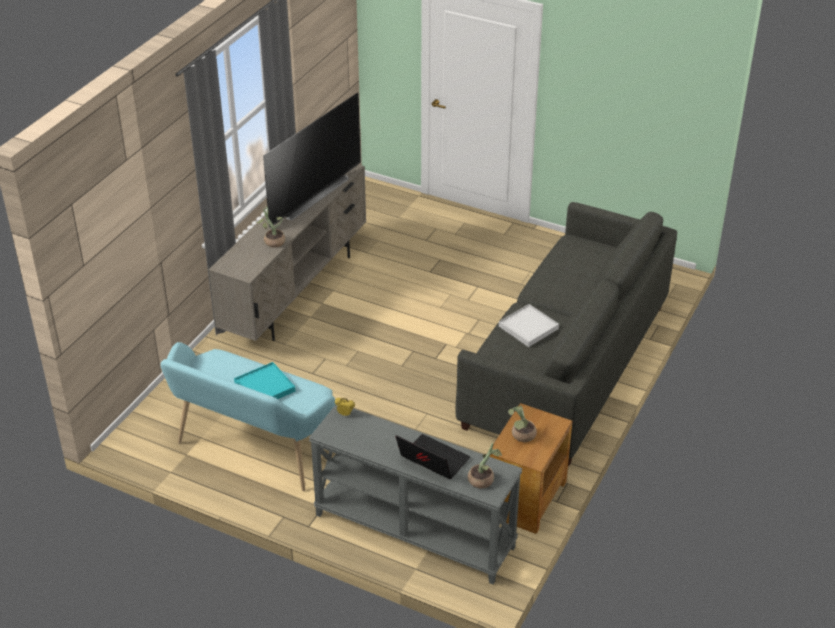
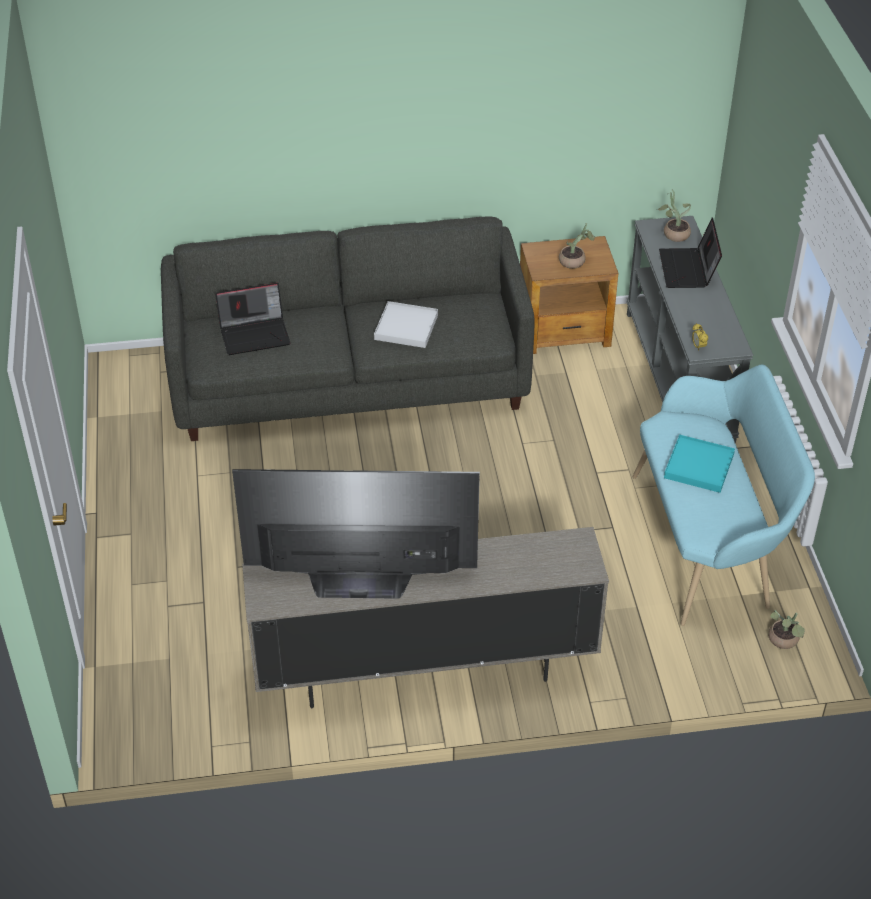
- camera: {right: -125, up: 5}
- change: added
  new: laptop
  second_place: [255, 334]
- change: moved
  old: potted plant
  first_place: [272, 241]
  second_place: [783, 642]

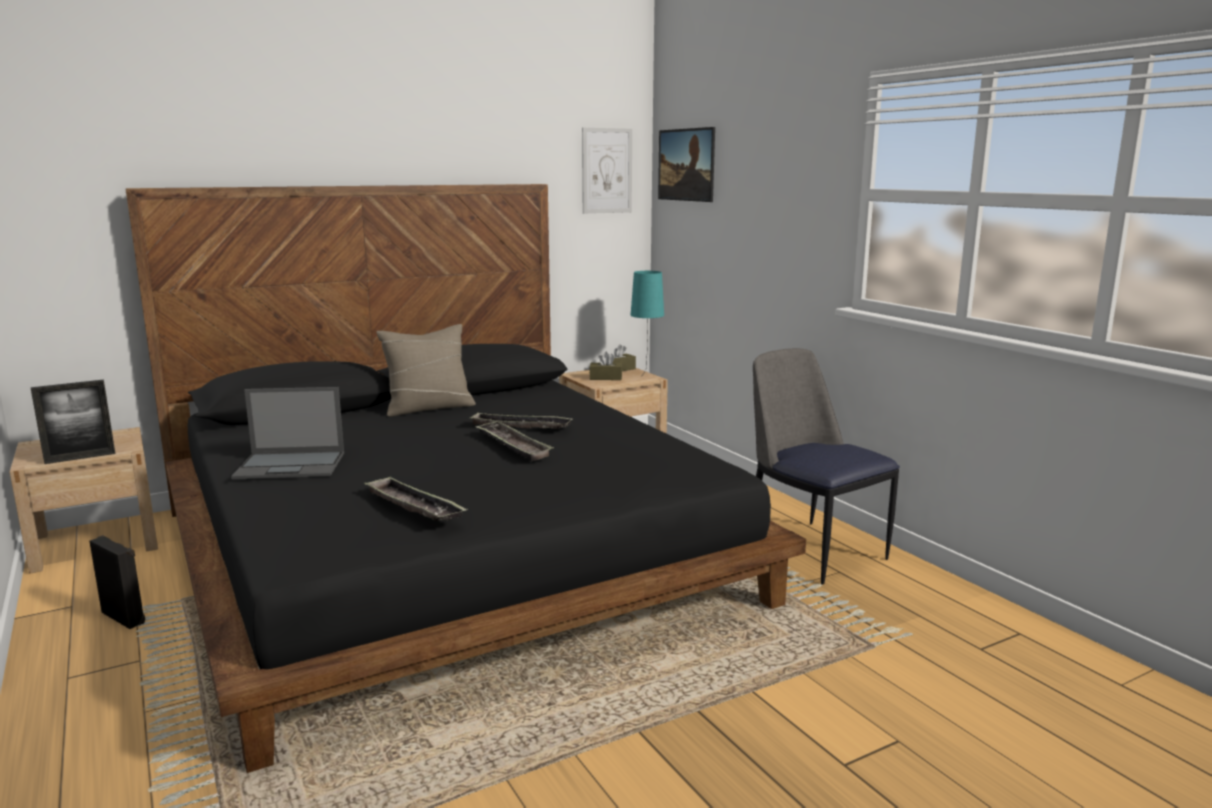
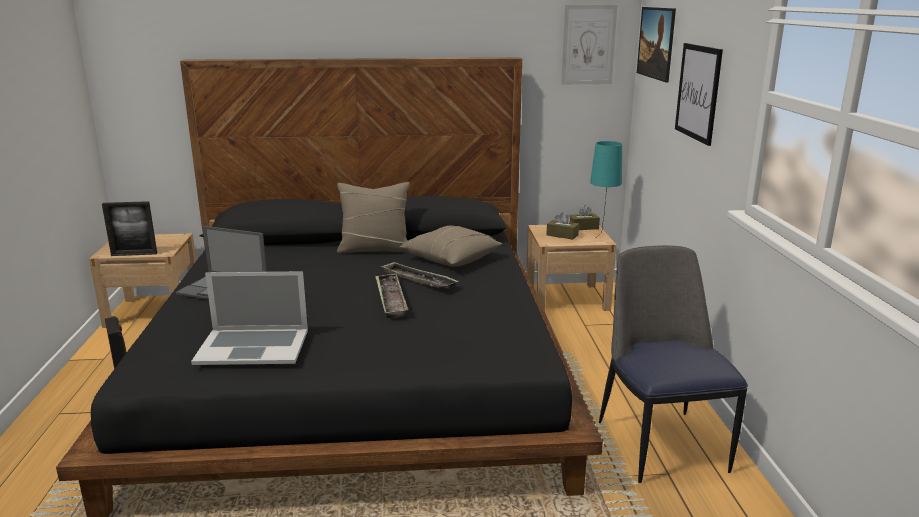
- camera: {right: 25, up: 5}
- change: replaced
  old: tray
  new: laptop
  first_place: [414, 506]
  second_place: [253, 346]
- change: added
  new: pillow (beige)
  second_place: [451, 258]
- change: added
  new: picture
  second_place: [698, 92]

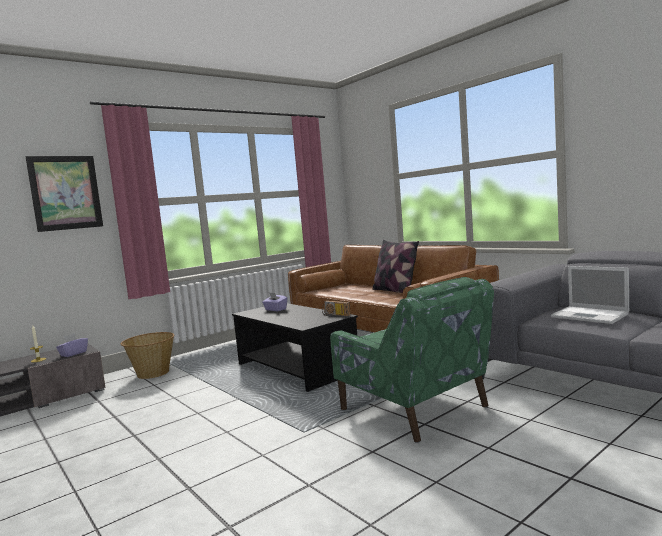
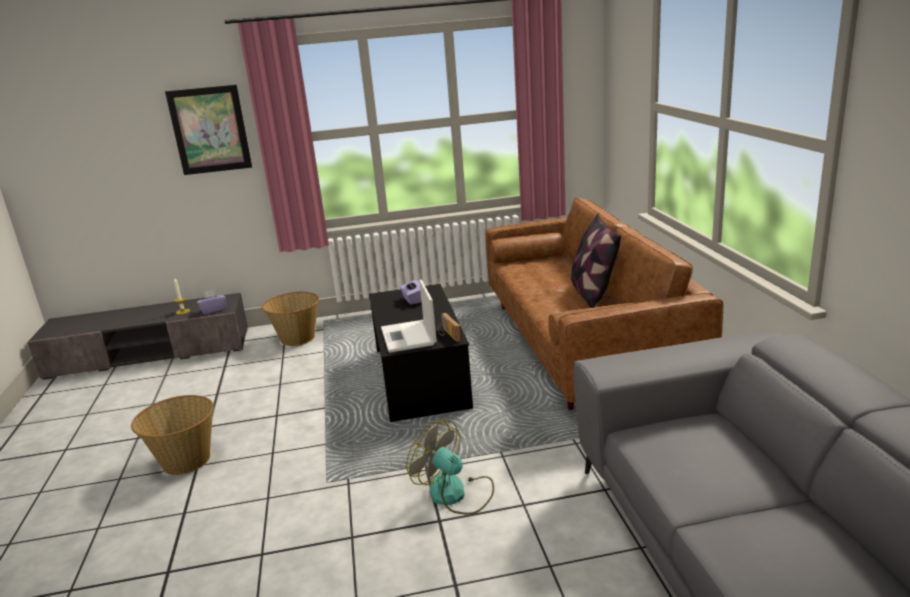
- camera: {right: 30, up: 15}
- change: added
  new: basket
  second_place: [185, 461]
- change: moved
  old: laptop
  first_place: [591, 315]
  second_place: [408, 337]
- change: replaced
  old: armchair (green)
  new: fan
  first_place: [414, 409]
  second_place: [455, 494]

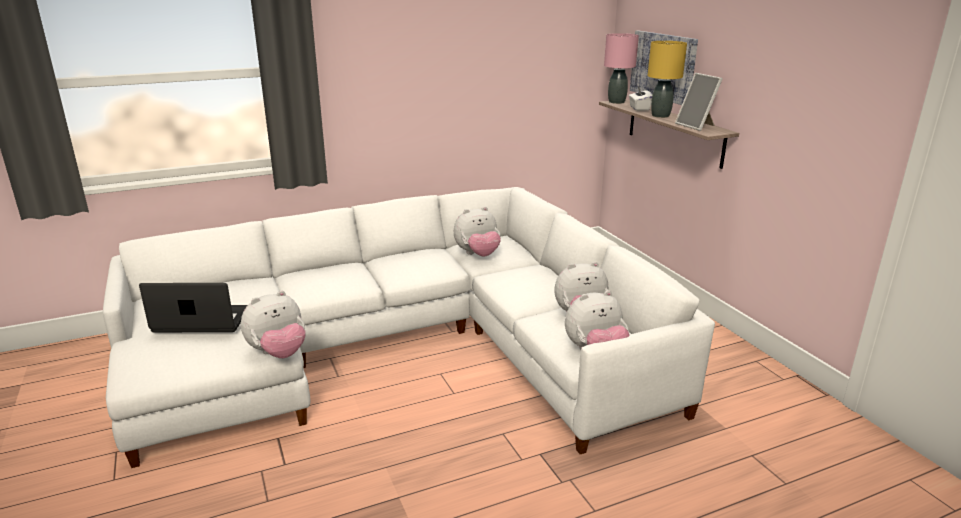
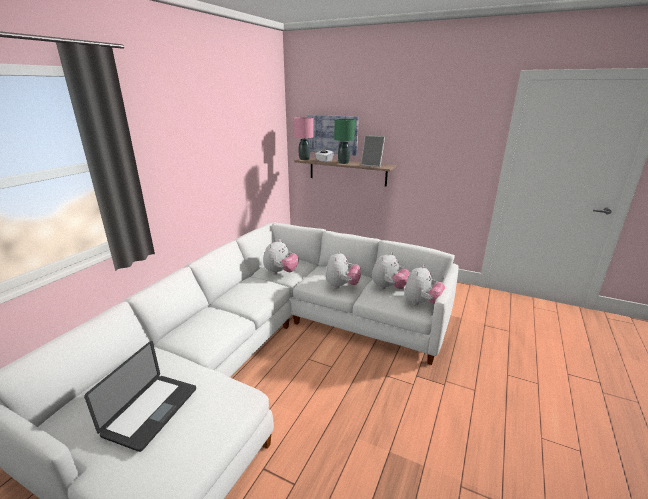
- camera: {right: -40, up: 0}
- change: turned
  old: laptop
  first_place: [201, 321]
  second_place: [151, 411]
  degrees: 150
- change: moved
  old: plush toy
  first_place: [278, 353]
  second_place: [342, 286]
- change: recoloured
  old: table lamp (yellow)
  new: table lamp (green)
  first_place: [660, 116]
  second_place: [344, 163]

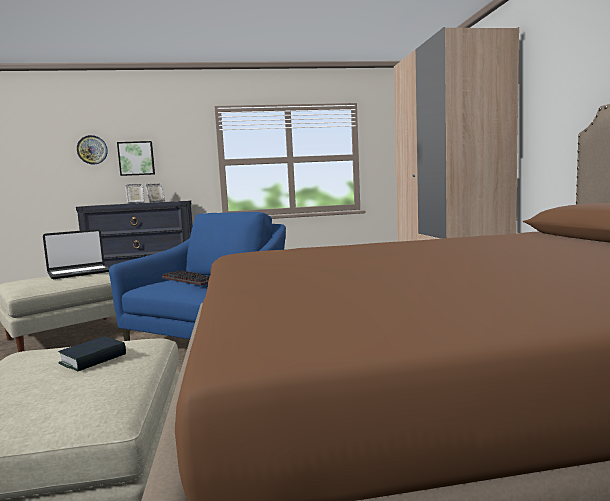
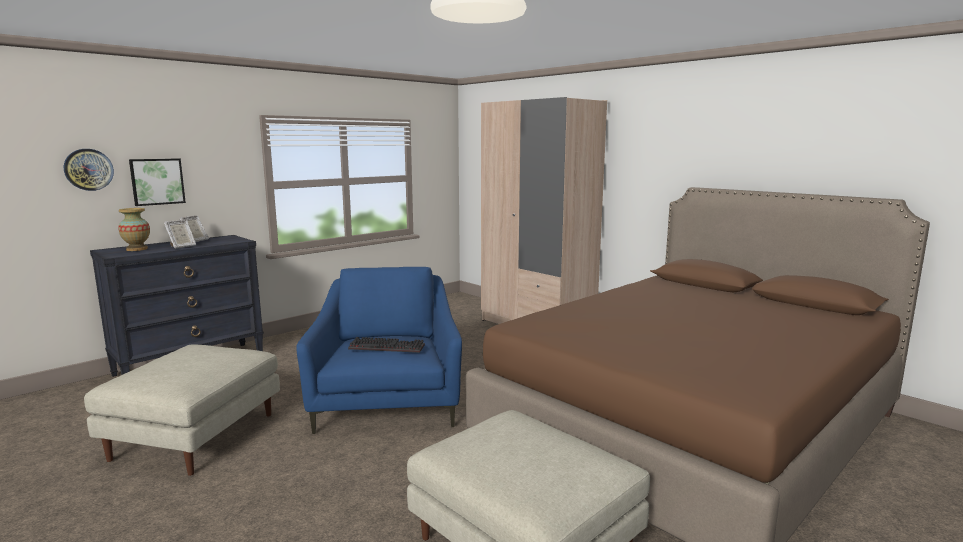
- camera: {right: -35, up: 5}
- change: added
  new: vase
  second_place: [137, 249]
- change: removed
  old: laptop
  first_place: [79, 273]
- change: removed
  old: book
  first_place: [93, 359]

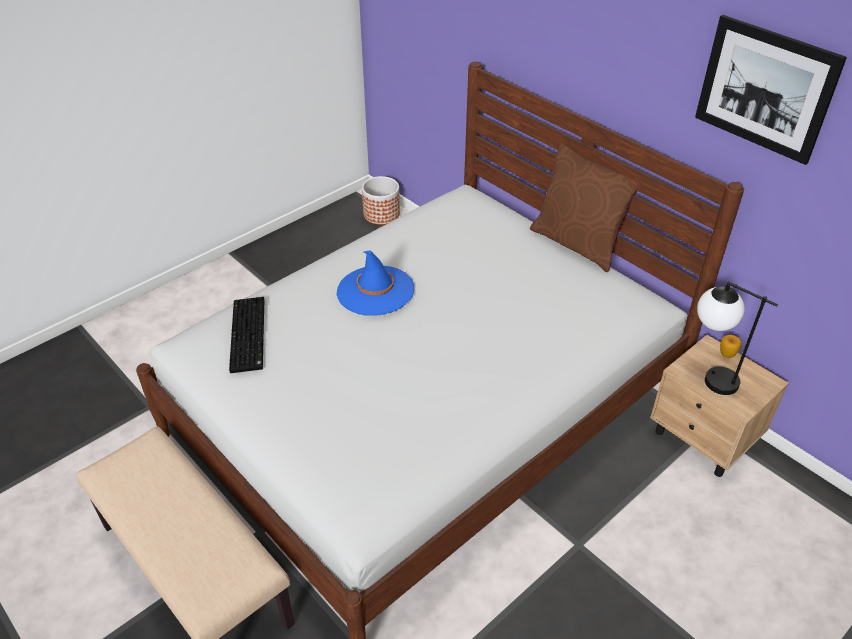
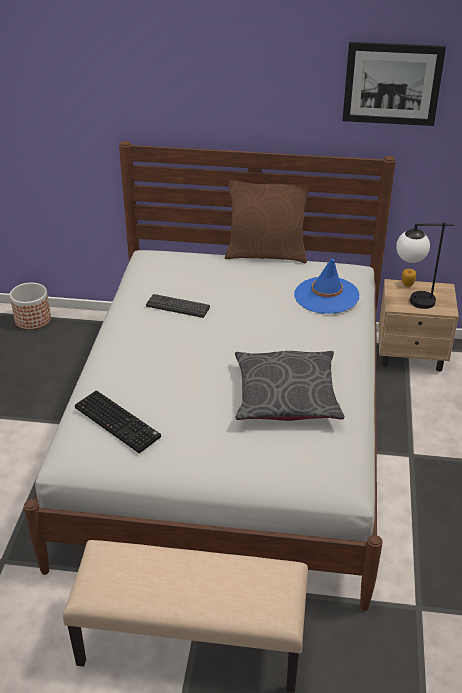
- camera: {right: -40, up: -5}
- change: added
  new: keyboard
  second_place: [177, 306]
- change: added
  new: pillow (grey)
  second_place: [286, 396]
- change: moved
  old: hat (blue)
  first_place: [375, 291]
  second_place: [326, 295]

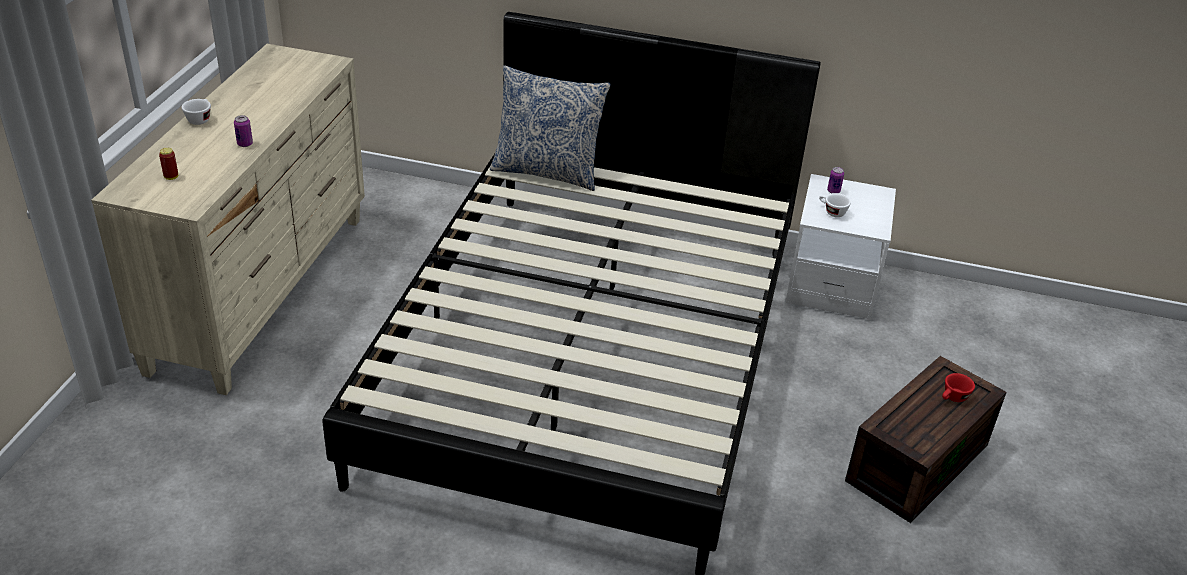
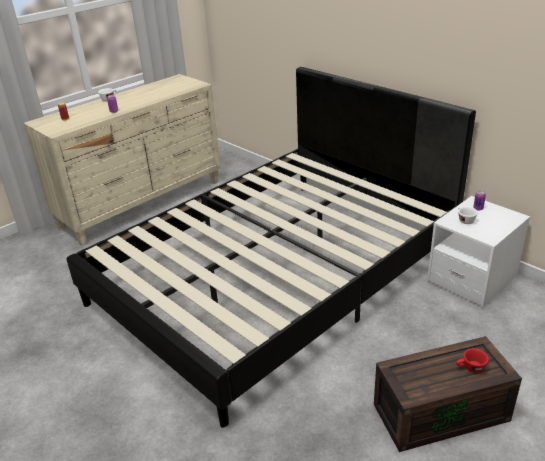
- camera: {right: 35, up: -5}
- change: removed
  old: pillow
  first_place: [547, 171]

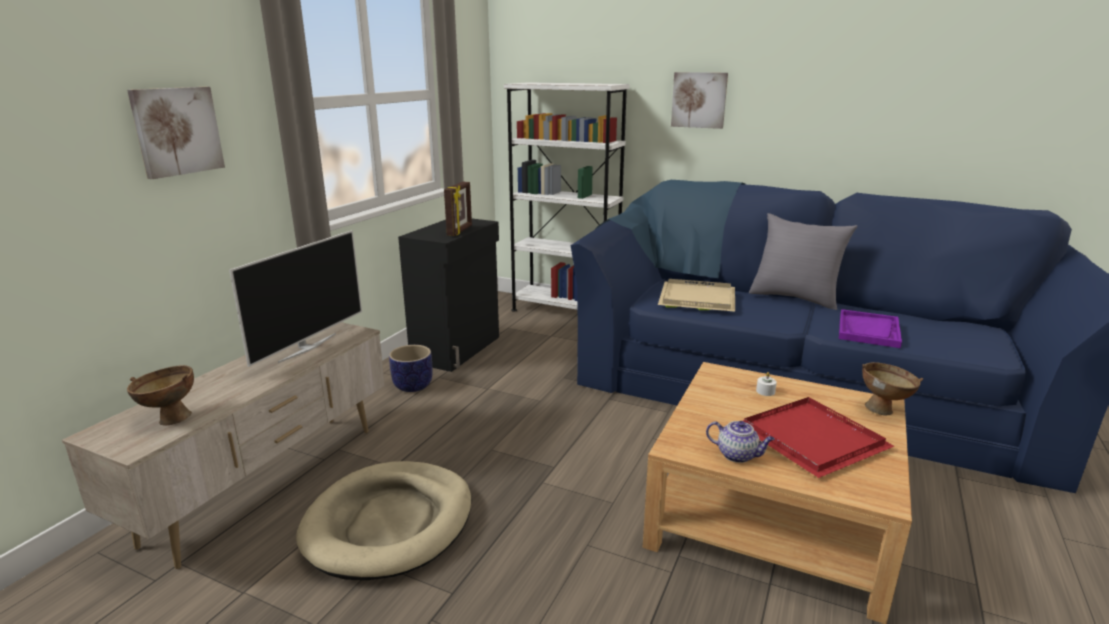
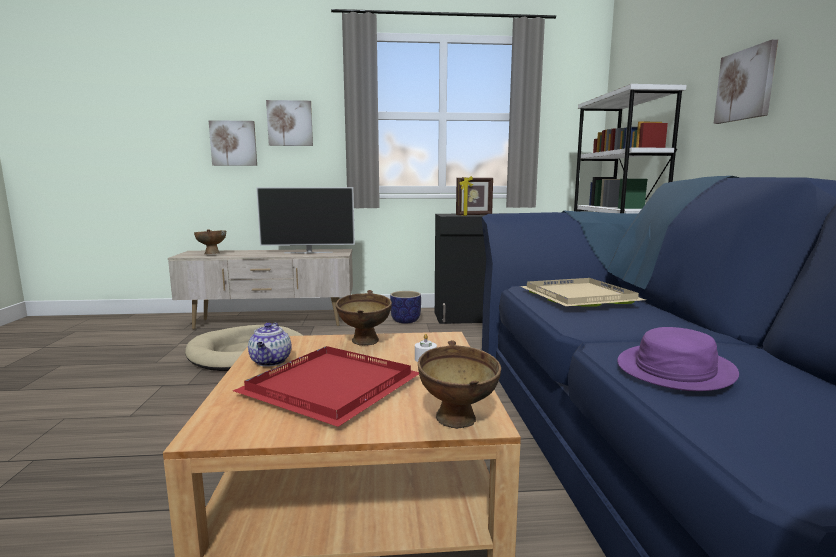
- camera: {right: 60, up: -10}
- change: added
  new: picture
  second_place: [233, 143]
- change: added
  new: bowl (brown)
  second_place: [364, 343]
- change: replaced
  old: tray (purple)
  new: hat (purple)
  first_place: [868, 330]
  second_place: [674, 369]
- change: removed
  old: pillow (grey)
  first_place: [795, 298]

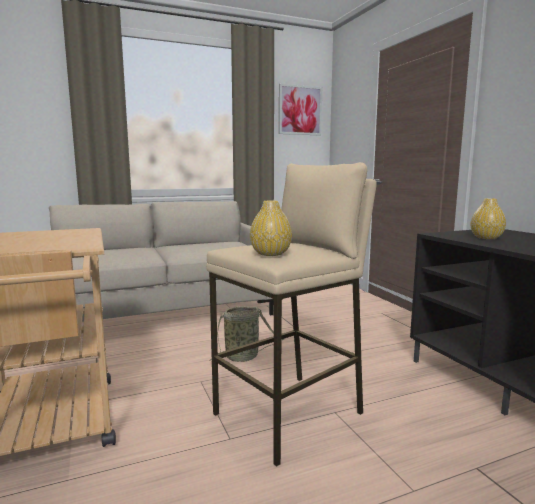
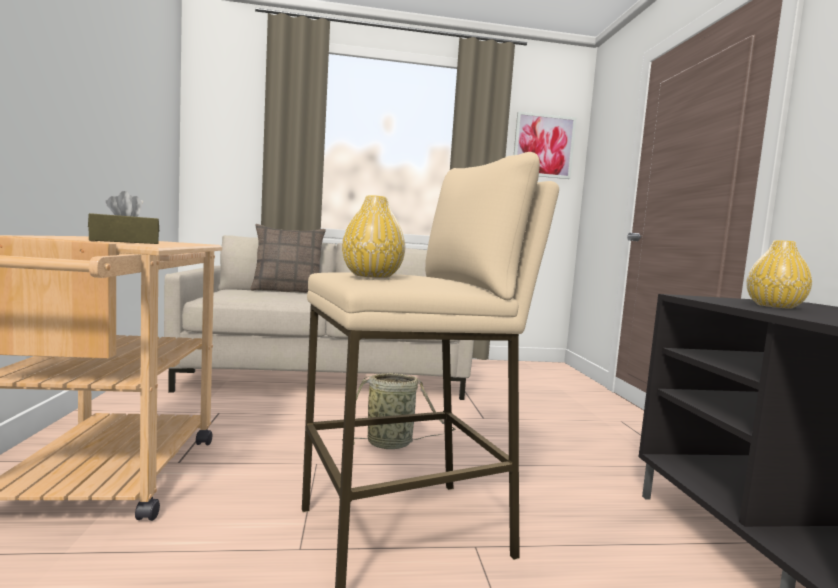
- camera: {right: 15, up: -5}
- change: added
  new: tissue box (brown)
  second_place: [124, 241]
- change: added
  new: pillow
  second_place: [288, 291]

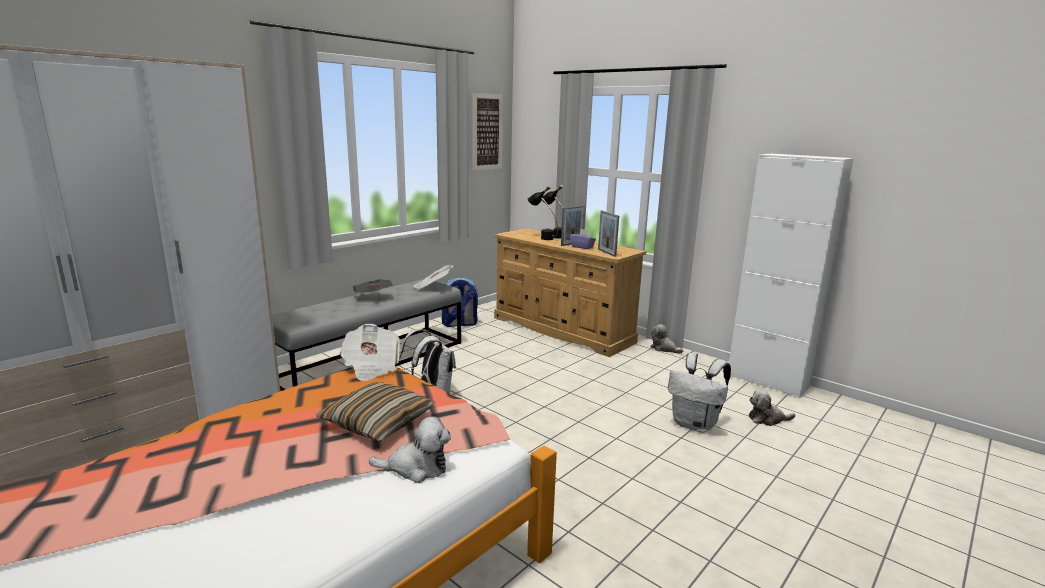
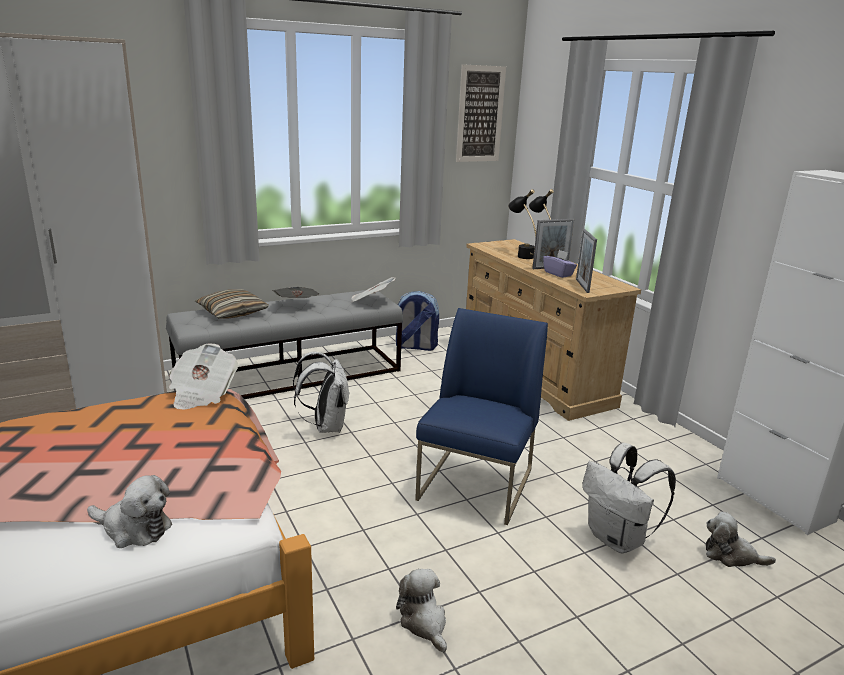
- camera: {right: 20, up: 5}
- change: moved
  old: pillow
  first_place: [378, 422]
  second_place: [232, 312]
- change: moved
  old: plush toy
  first_place: [664, 348]
  second_place: [424, 622]
- change: added
  new: chair (blue)
  second_place: [476, 485]

